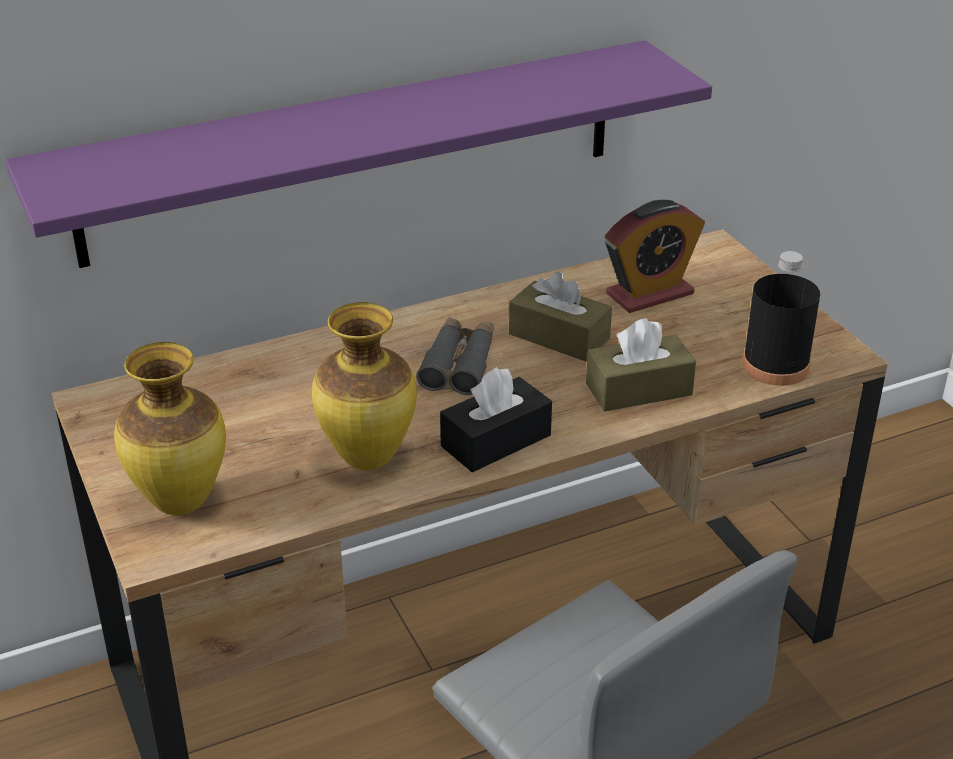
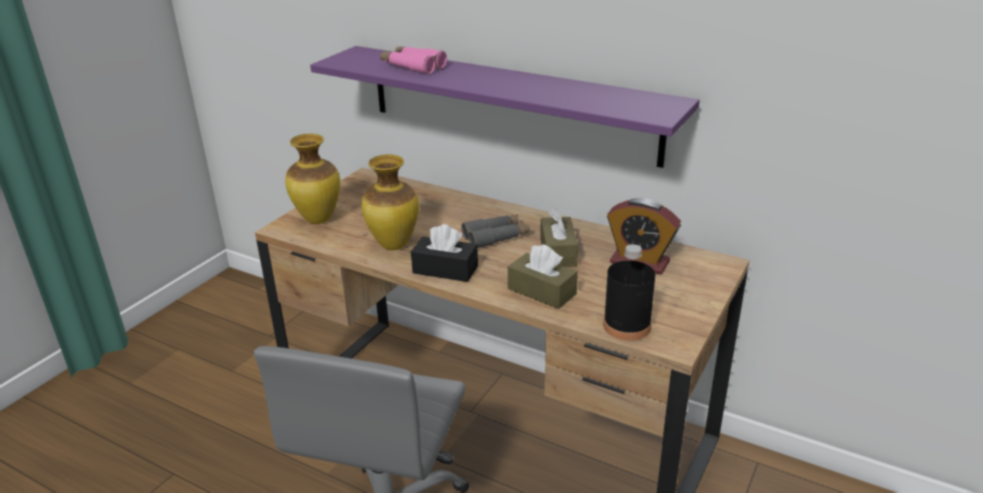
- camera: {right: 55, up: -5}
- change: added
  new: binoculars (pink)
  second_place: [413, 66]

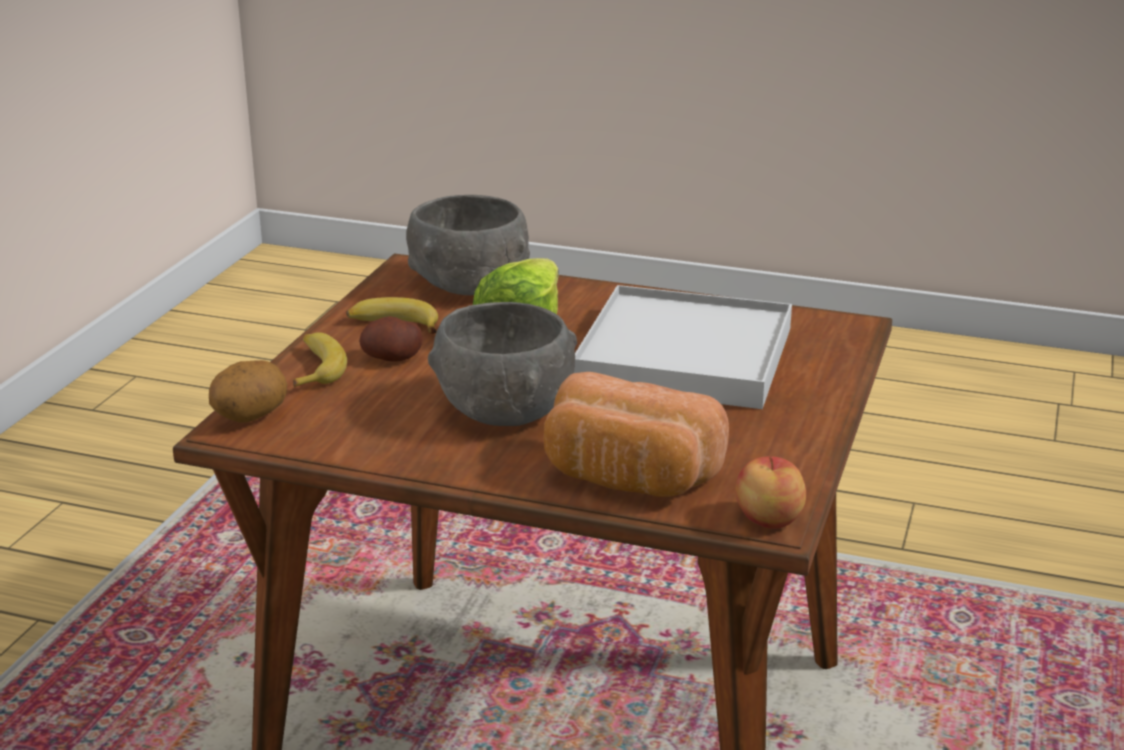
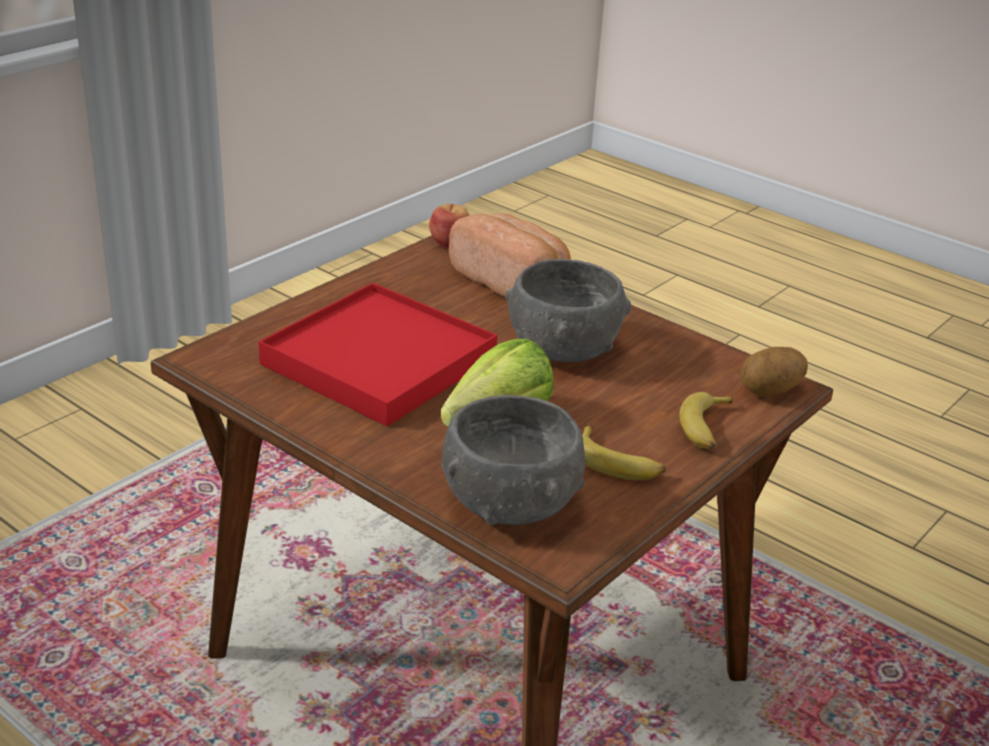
- camera: {right: -160, up: 5}
- change: recoloured
  old: tray (white)
  new: tray (red)
  first_place: [685, 357]
  second_place: [379, 360]
- change: removed
  old: potato
  first_place: [392, 358]

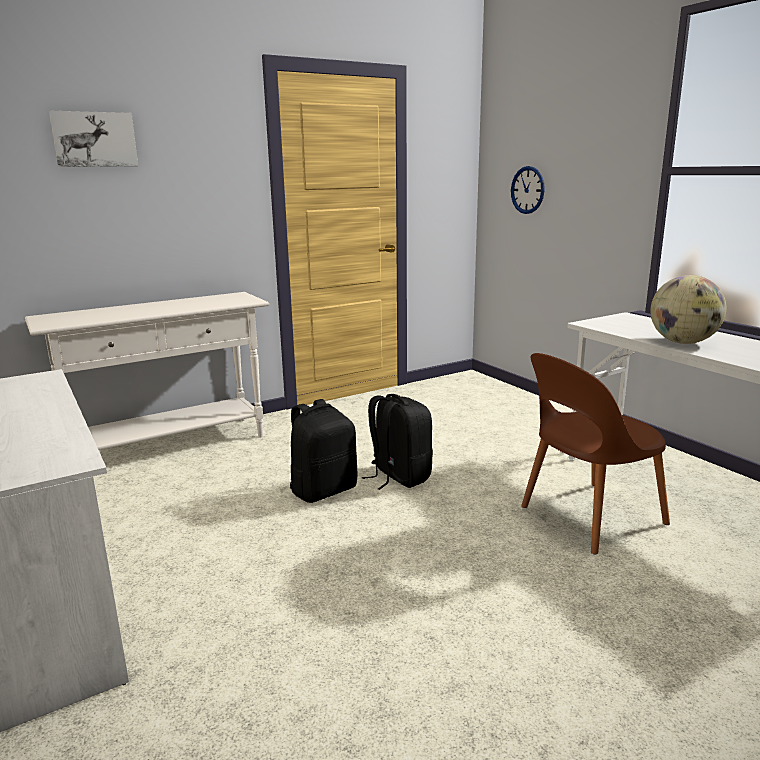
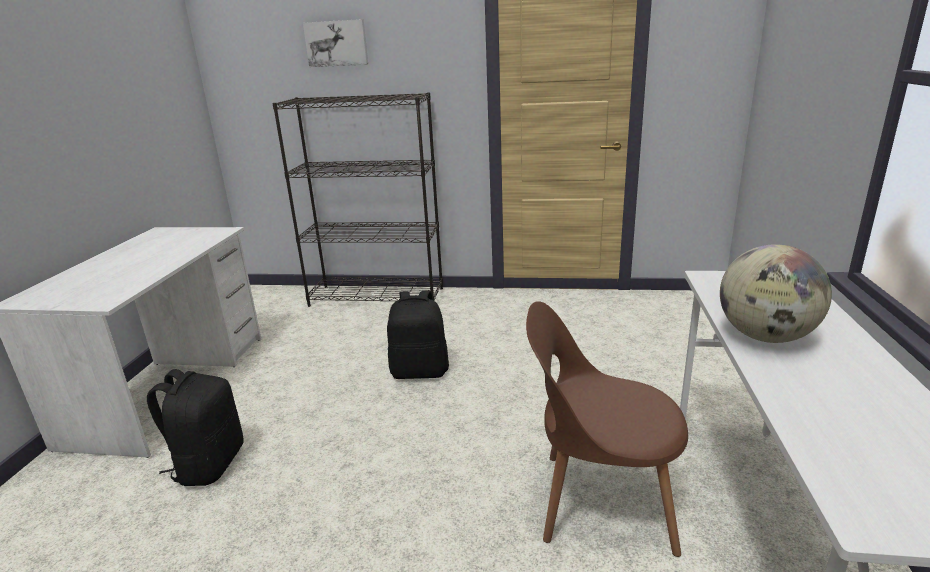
- camera: {right: 40, up: 5}
- change: moved
  old: backpack (black)
  first_place: [398, 476]
  second_place: [209, 464]
- change: replaced
  old: console table (white)
  new: bookcase (black)
  first_place: [170, 446]
  second_place: [377, 297]
- change: removed
  old: wall clock
  first_place: [527, 190]

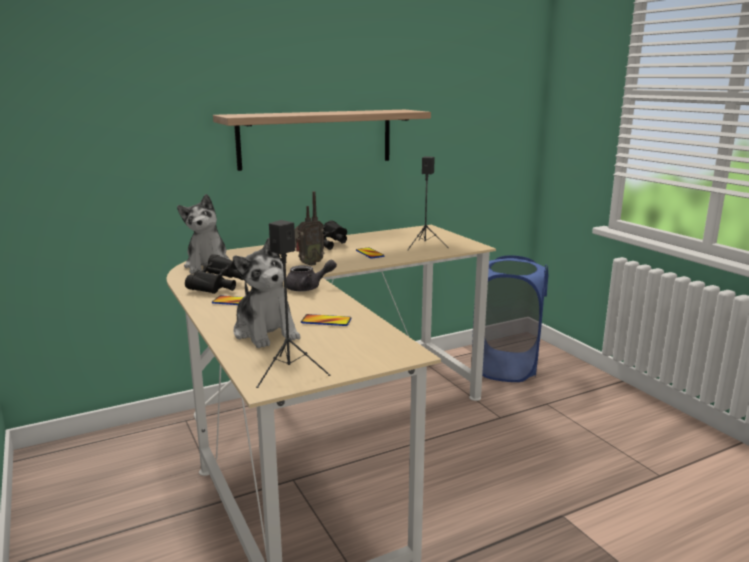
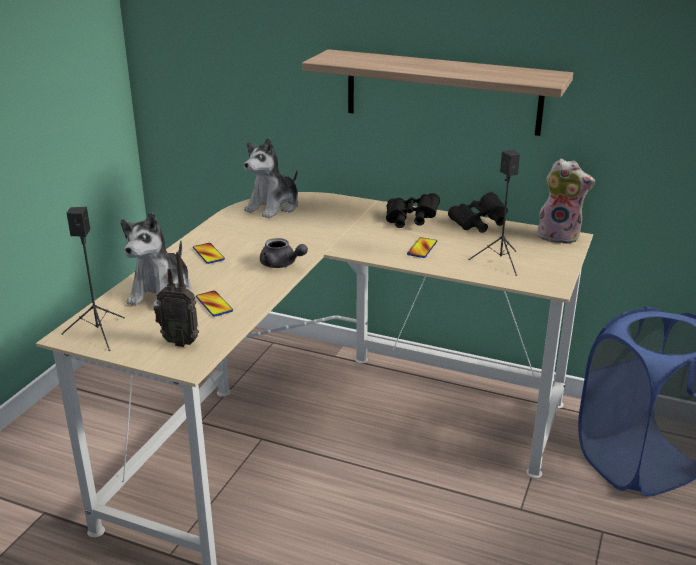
- camera: {right: 50, up: 10}
- change: moved
  old: radio
  first_place: [308, 264]
  second_place: [180, 341]
- change: moved
  old: binoculars (black)
  first_place: [218, 286]
  second_place: [479, 224]
- change: added
  new: plush toy
  second_place: [559, 236]

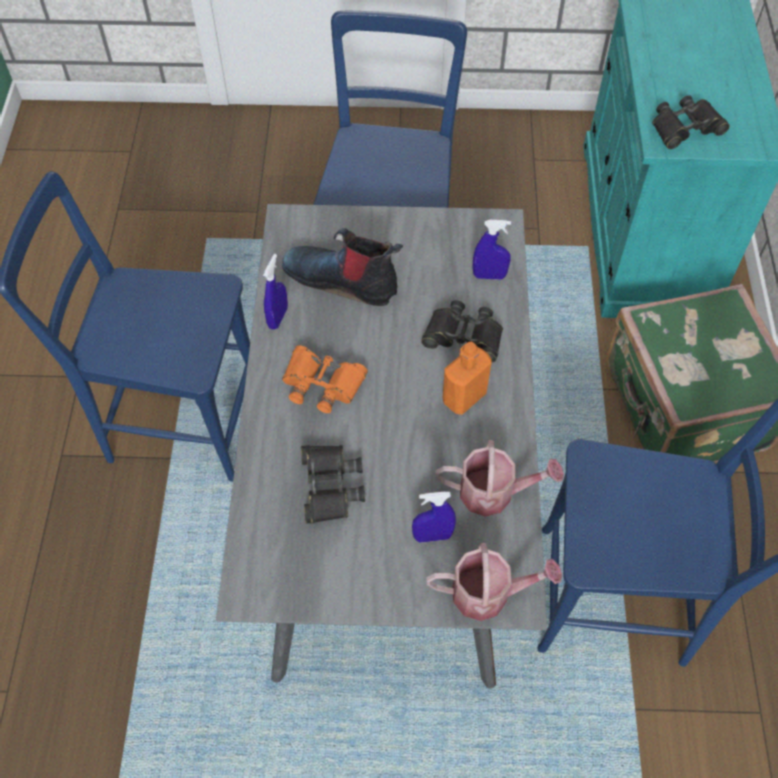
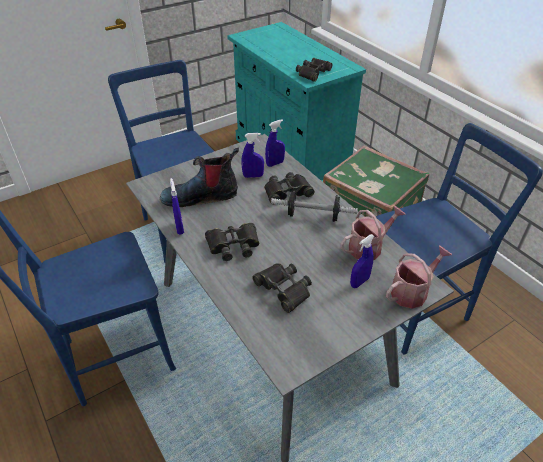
- camera: {right: -35, up: -15}
- change: recoloured
  old: binoculars (orange)
  new: binoculars (black)
  first_place: [322, 383]
  second_place: [233, 245]
- change: added
  new: spray bottle (blue)
  second_place: [253, 176]
- change: replaced
  old: bottle (orange)
  new: dumbbell
  first_place: [464, 397]
  second_place: [313, 216]

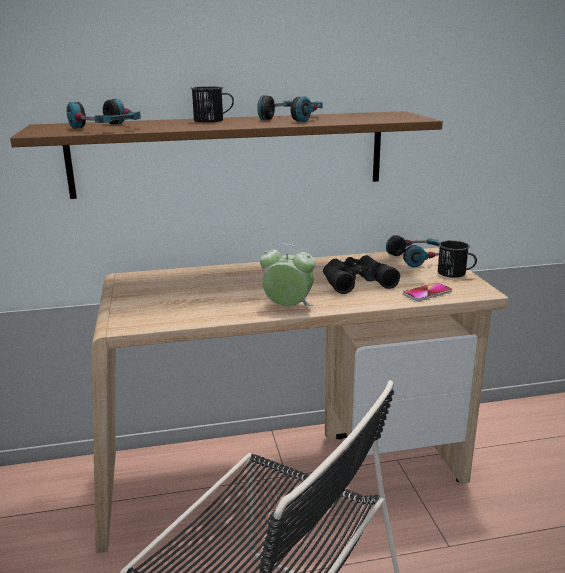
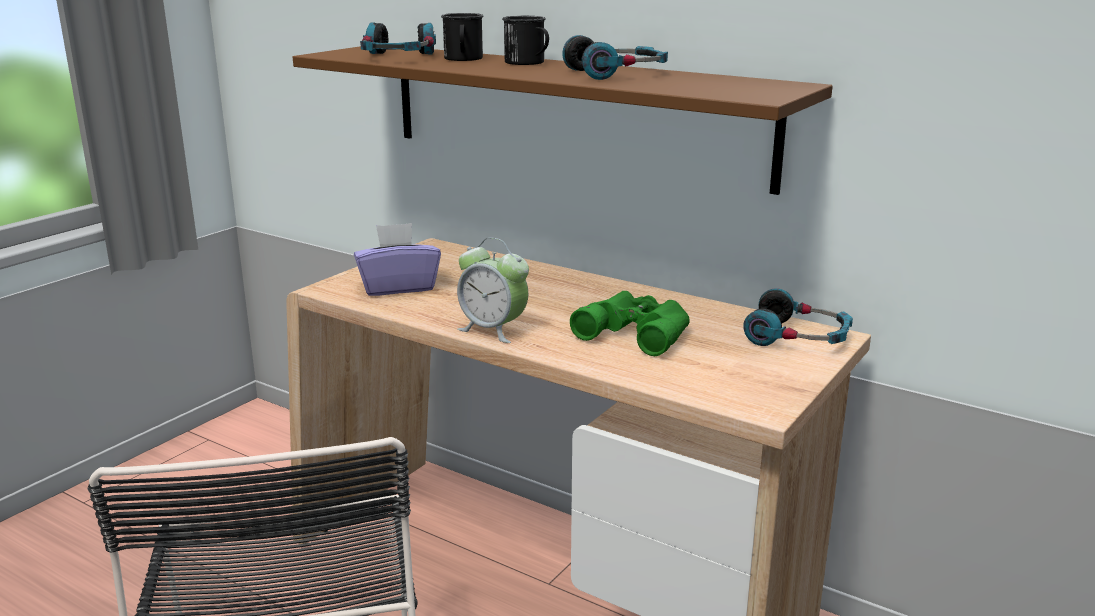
- camera: {right: 45, up: 0}
- change: added
  new: tissue box (purple)
  second_place: [398, 287]
- change: moved
  old: mug (black)
  first_place: [455, 274]
  second_place: [463, 59]
- change: turned
  old: alarm clock
  first_place: [288, 307]
  second_place: [493, 330]
  degrees: 150
- change: recoloured
  old: binoculars (black)
  new: binoculars (green)
  first_place: [355, 280]
  second_place: [637, 332]
- change: removed
  old: phone
  first_place: [427, 293]

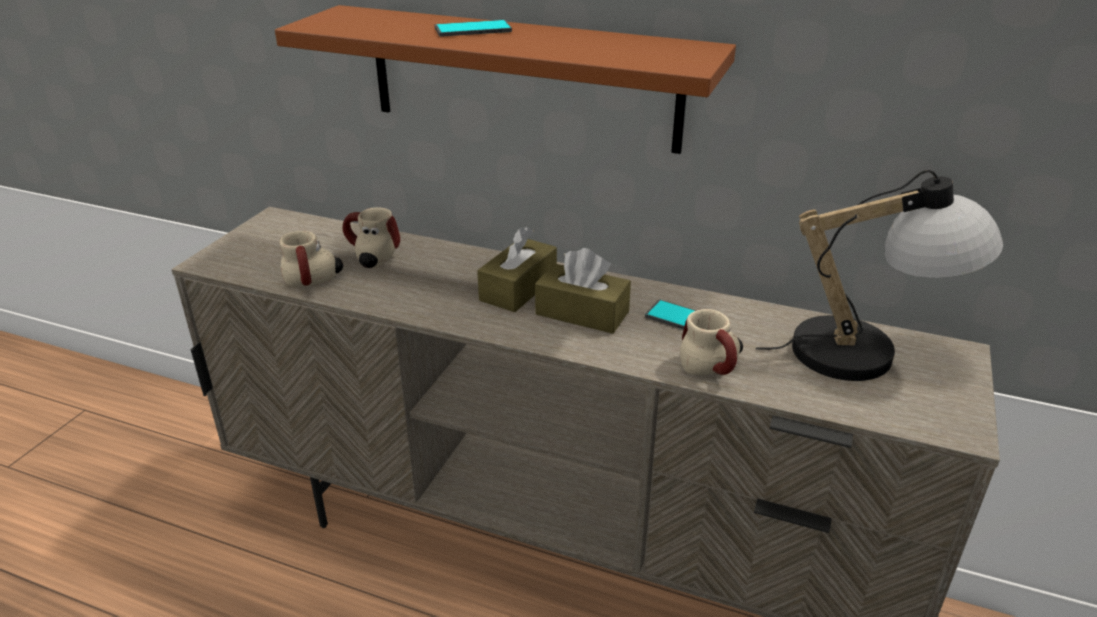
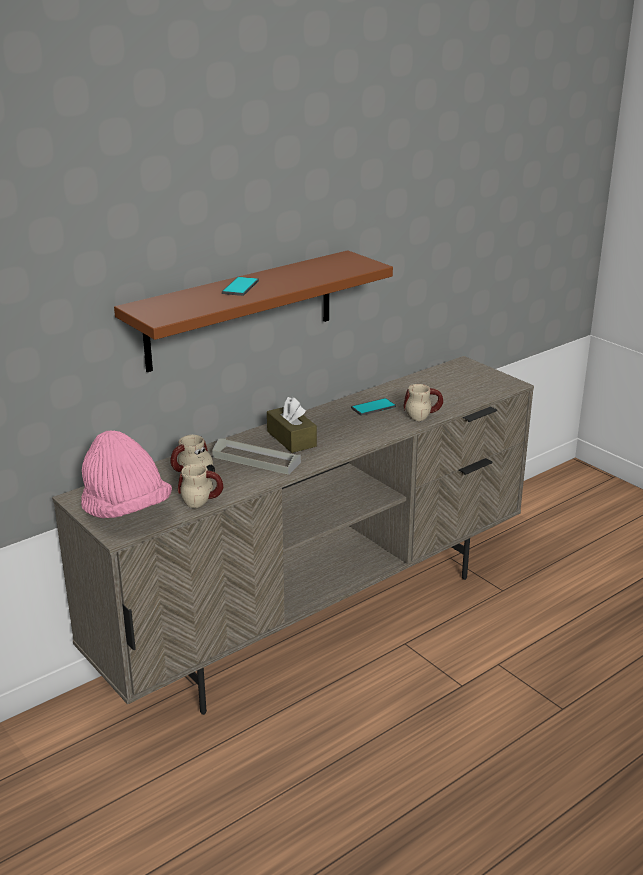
- camera: {right: -60, up: -5}
- change: added
  new: hat (pink)
  second_place: [125, 510]
- change: added
  new: tray (grey)
  second_place: [256, 459]
- change: removed
  old: tissue box (brown)
  first_place: [582, 313]
- change: removed
  old: table lamp
  first_place: [869, 352]

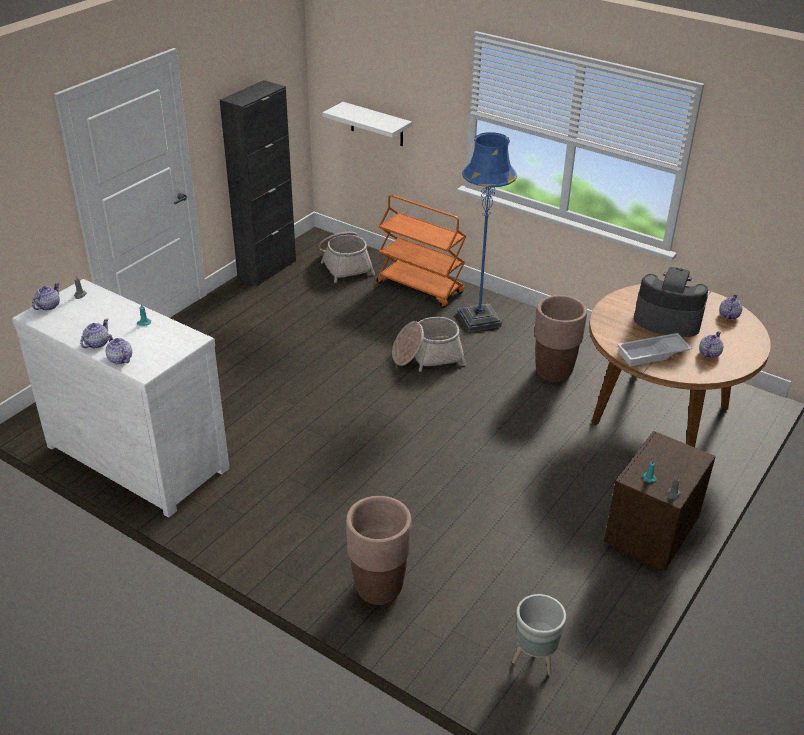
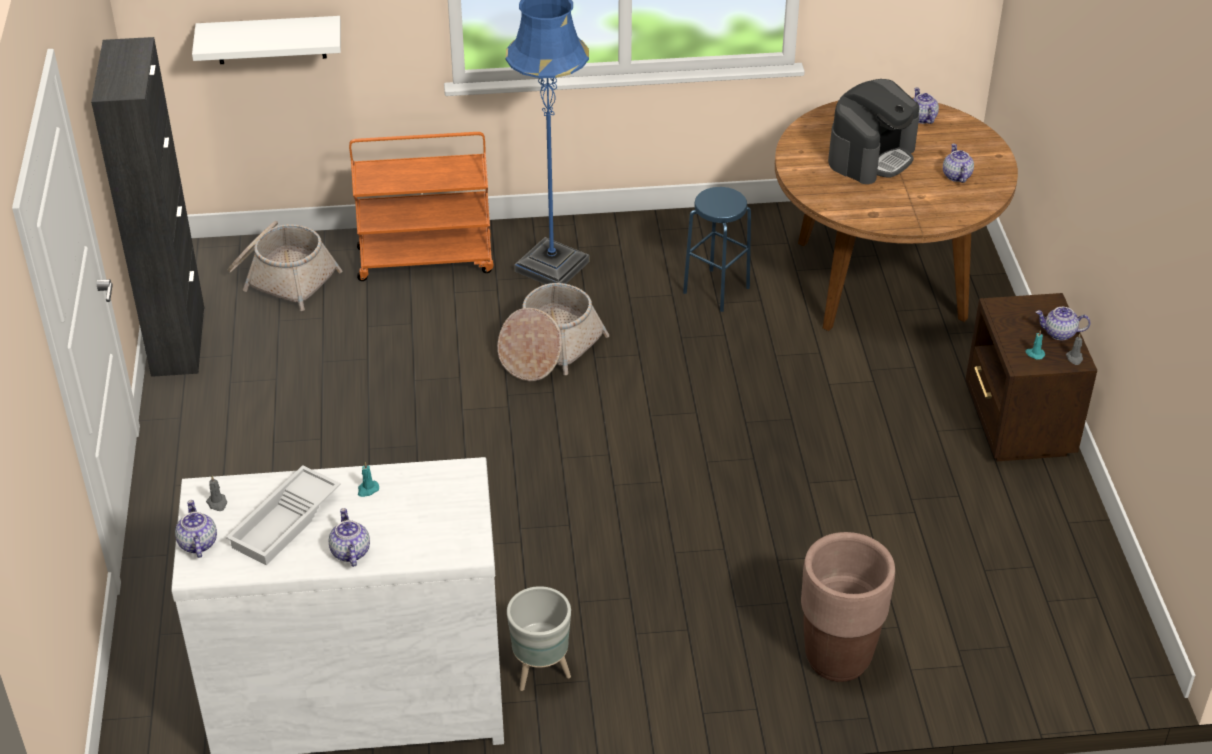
- camera: {right: -40, up: 5}
- change: moved
  old: tray (white)
  first_place: [653, 354]
  second_place: [286, 522]
- change: moved
  old: planter (grey)
  first_place: [534, 660]
  second_place: [541, 673]
- change: replaced
  old: planter (brown)
  new: stool (blue)
  first_place: [553, 372]
  second_place: [716, 290]
- change: turned
  old: coffee machine
  first_place: [667, 320]
  second_place: [871, 156]
  degrees: 150
- change: moved
  old: teapot
  first_place: [120, 359]
  second_place: [1059, 333]

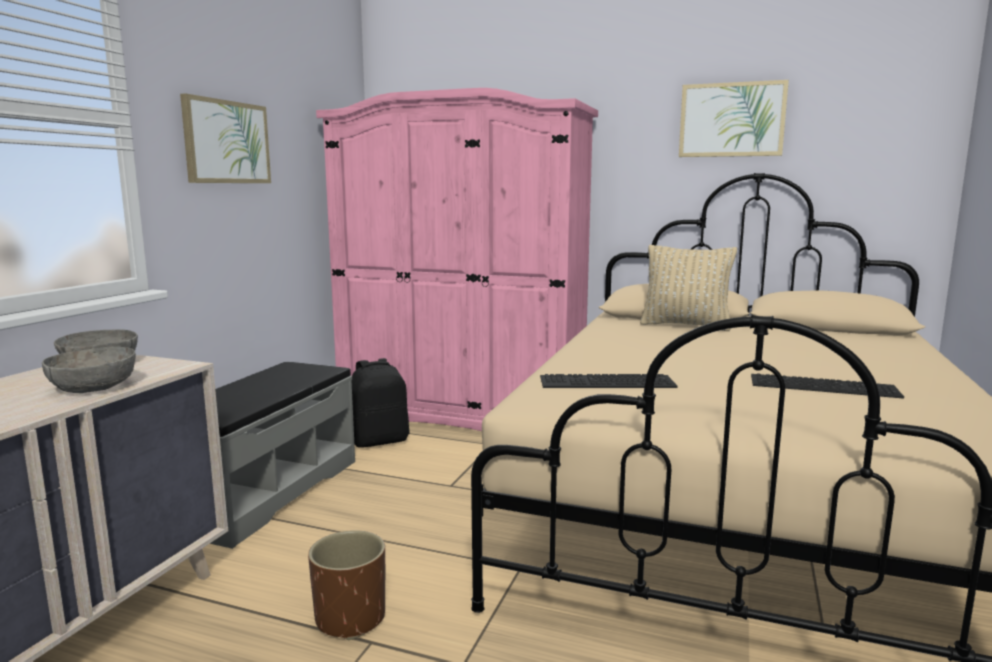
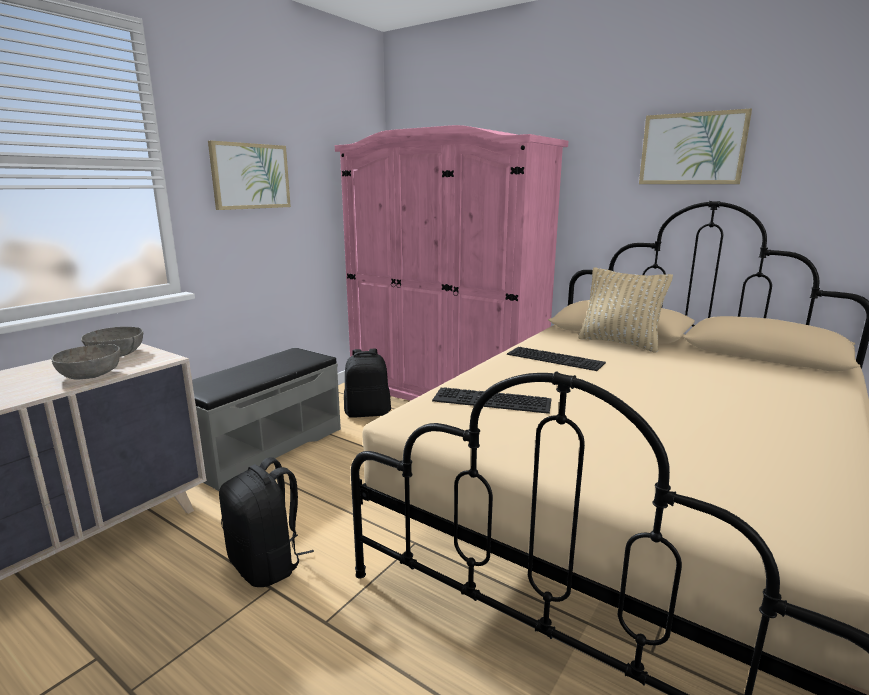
- camera: {right: 15, up: 5}
- change: replaced
  old: planter (brown)
  new: backpack (black)
  first_place: [351, 618]
  second_place: [267, 564]
- change: moved
  old: keyboard
  first_place: [824, 385]
  second_place: [556, 358]

